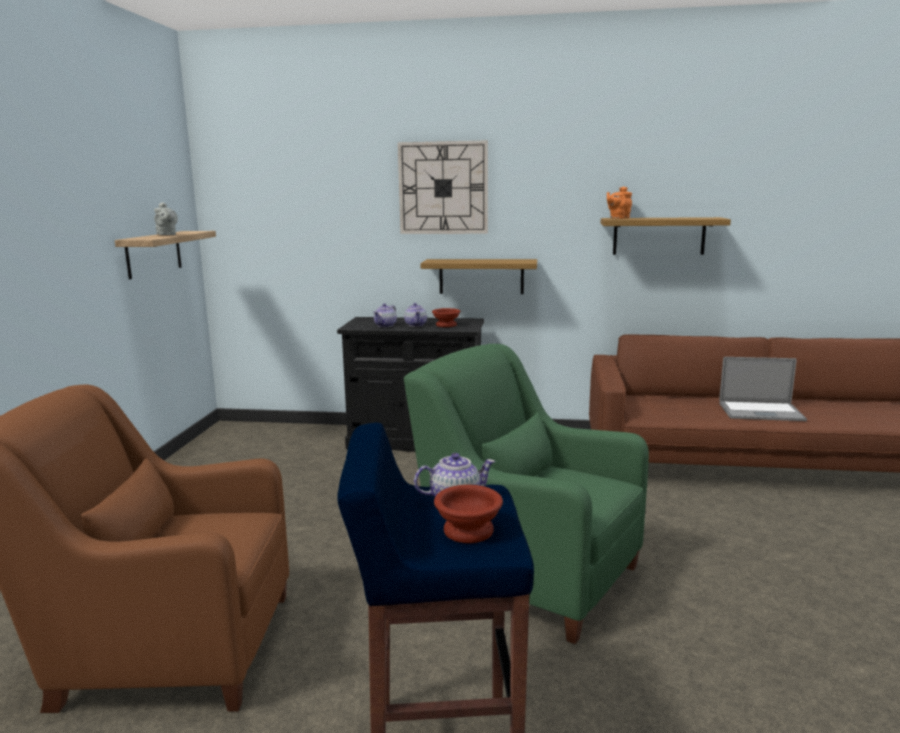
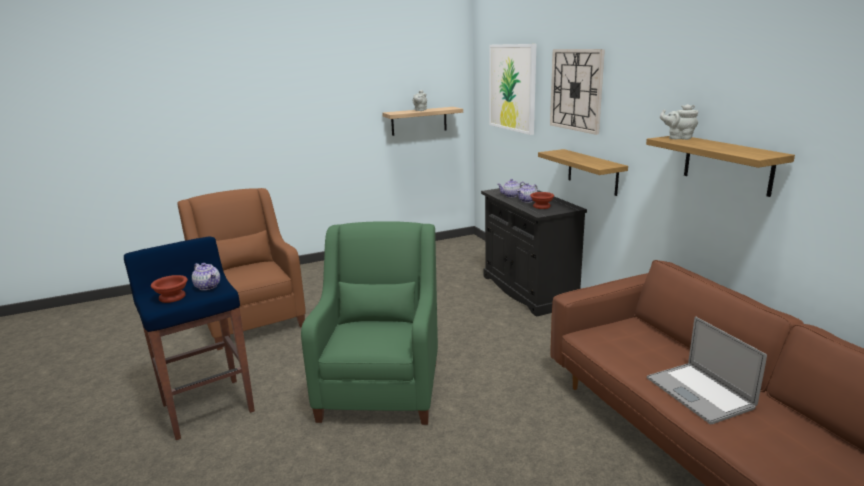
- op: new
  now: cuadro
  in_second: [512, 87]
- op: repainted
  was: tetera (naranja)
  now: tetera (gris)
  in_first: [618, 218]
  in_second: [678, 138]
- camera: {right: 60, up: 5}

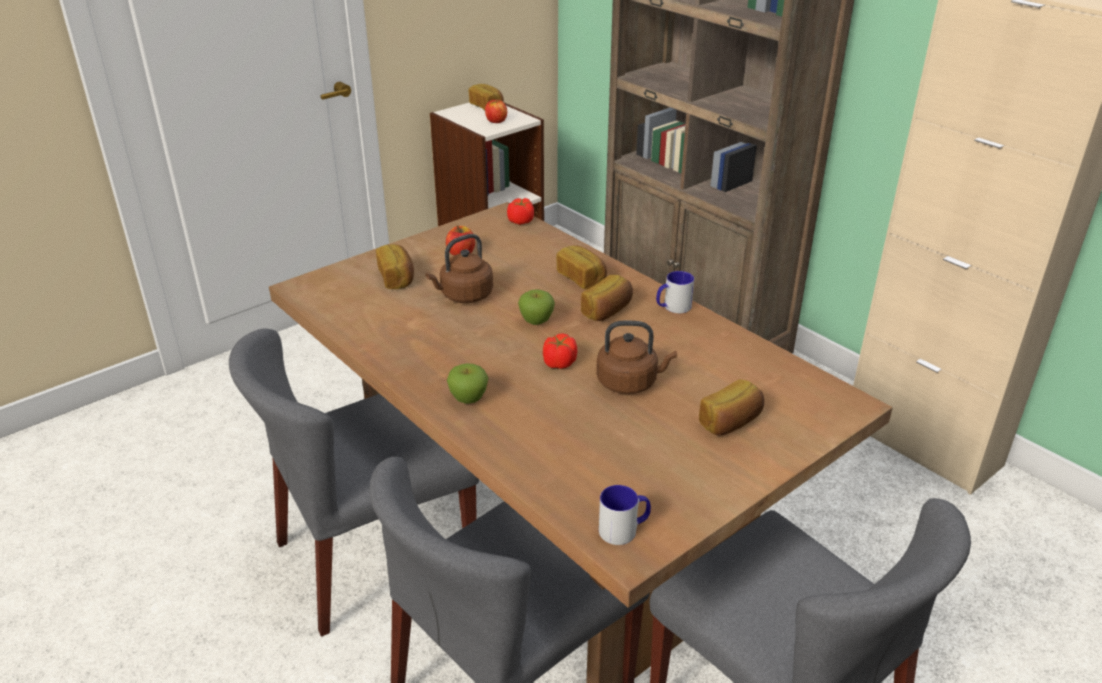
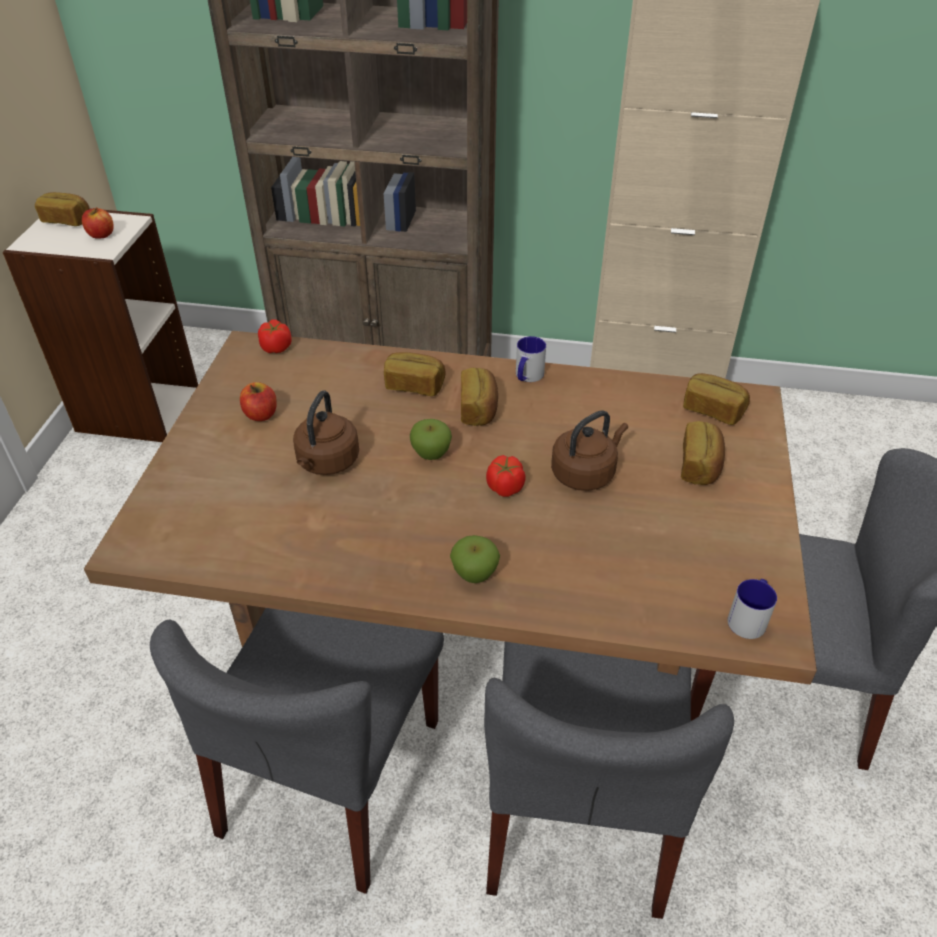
- op: shifted
  was: pan
  in_first: [397, 278]
  in_second: [713, 409]
- camera: {right: -40, up: 10}

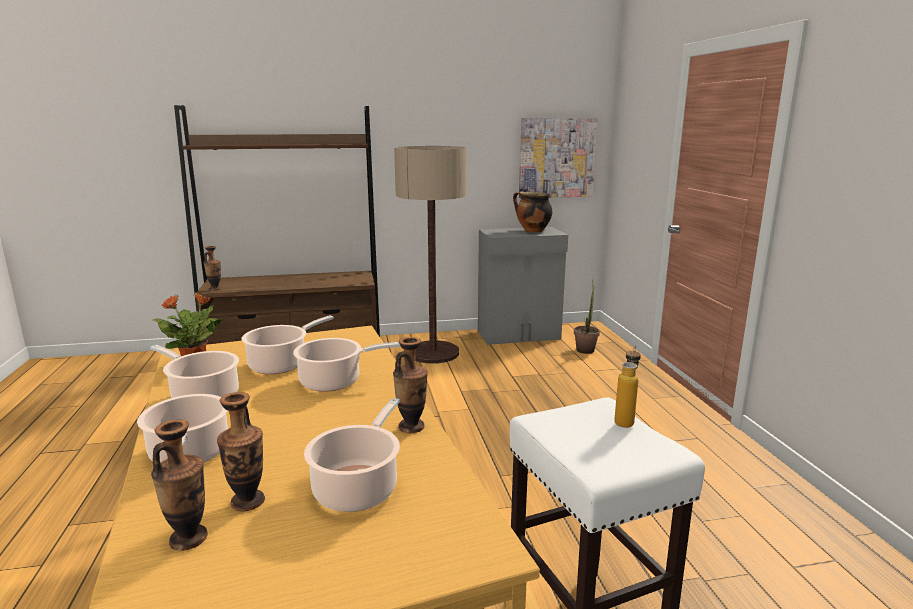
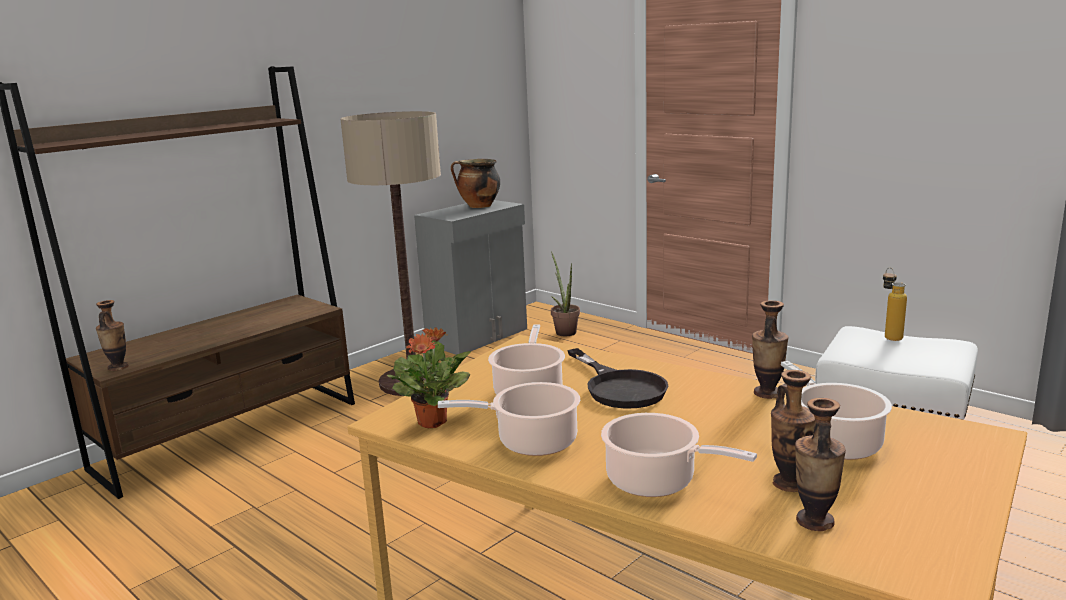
- op: swapped
  was: olla
  now: sartén (negro)
  in_first: [334, 381]
  in_second: [619, 387]
- op: gone
  was: cuadro
  in_first: [557, 158]
- camera: {right: -35, up: 0}

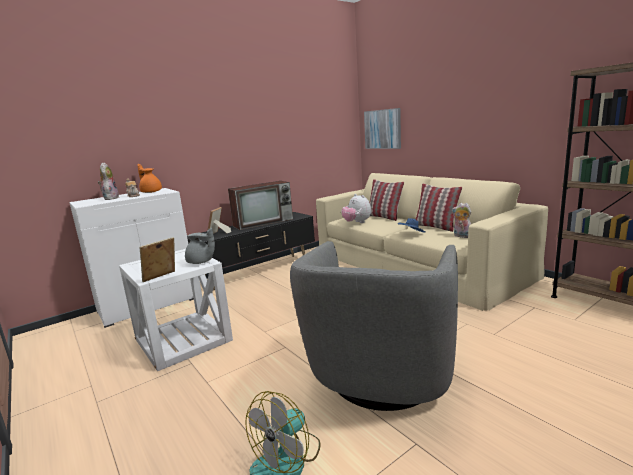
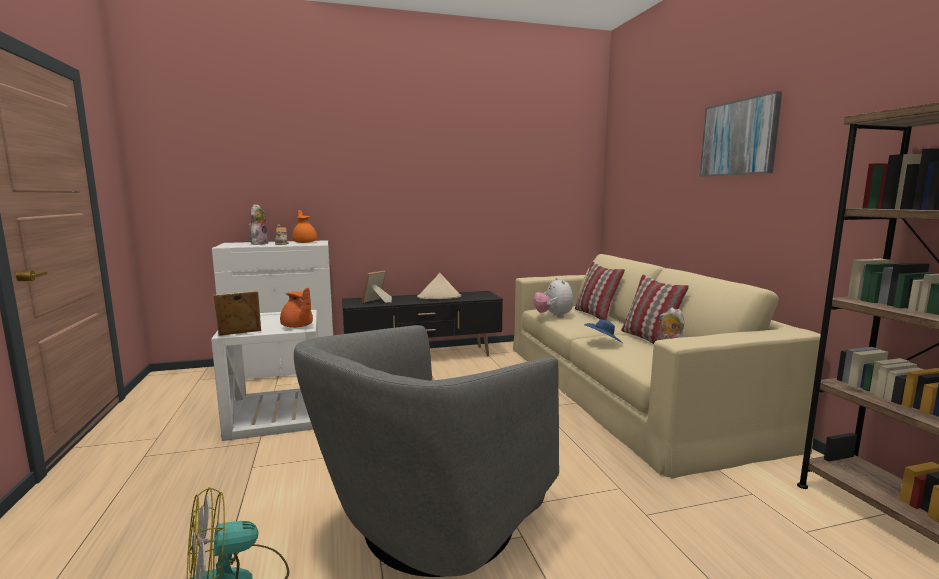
- op: repainted
  was: tetera (gris)
  now: tetera (naranja)
  in_first: [201, 262]
  in_second: [297, 326]
- op: swapped
  was: televisor
  now: sombrero (beis)
  in_first: [264, 222]
  in_second: [439, 297]
- op: shifted
  was: cuadro
  in_first: [382, 129]
  in_second: [739, 138]
- camera: {right: 20, up: -5}

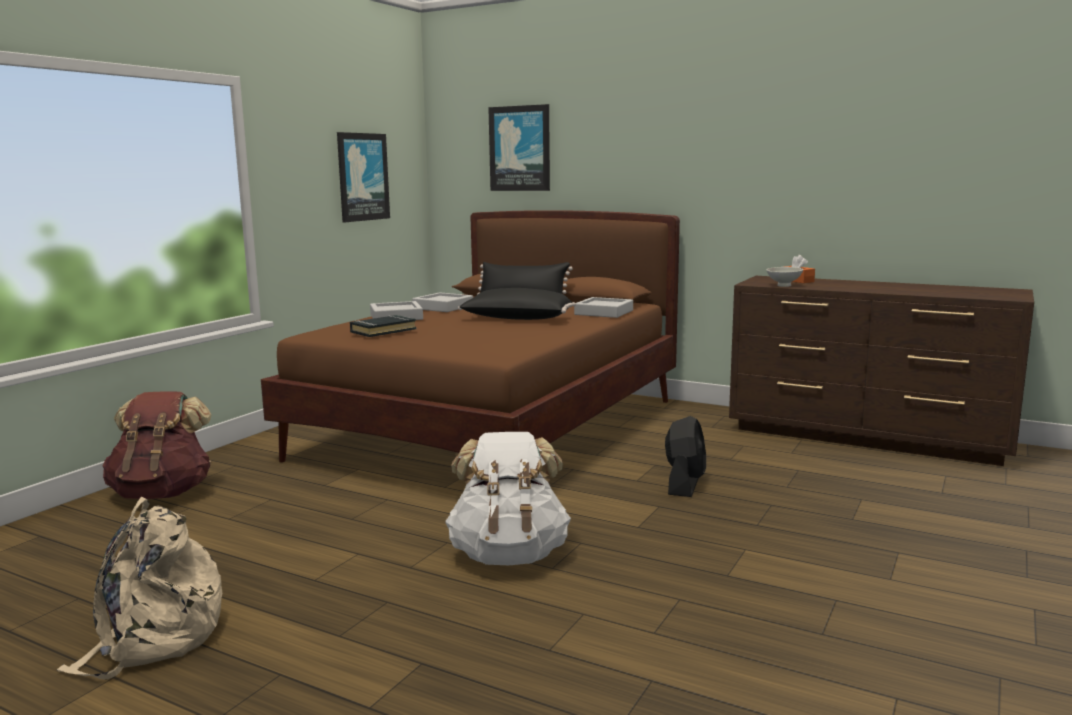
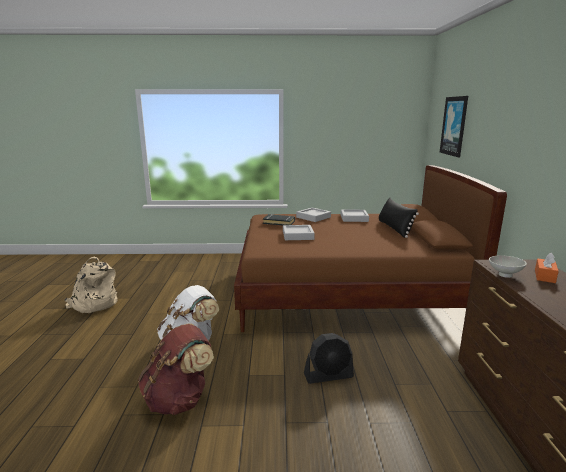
- op: shifted
  was: mochila (marrón)
  in_first: [163, 493]
  in_second: [179, 399]
- op: shifted
  was: bandeja (gris)
  in_first: [604, 312]
  in_second: [298, 235]
- op: gone
  was: cuadro
  in_first: [362, 177]
- op: gone
  was: cojín (negro)
  in_first: [517, 319]
- camera: {right: 60, up: 5}

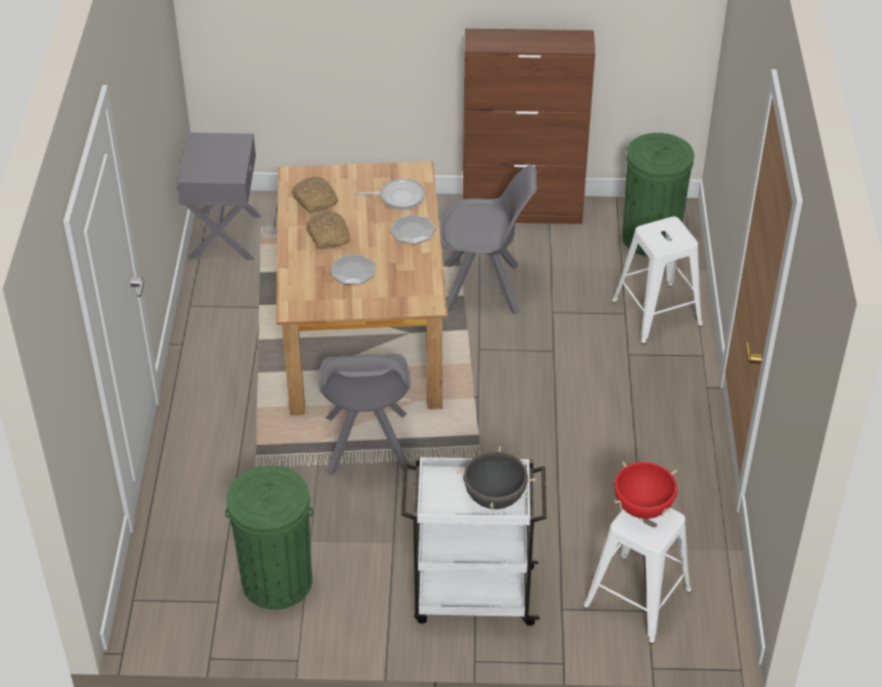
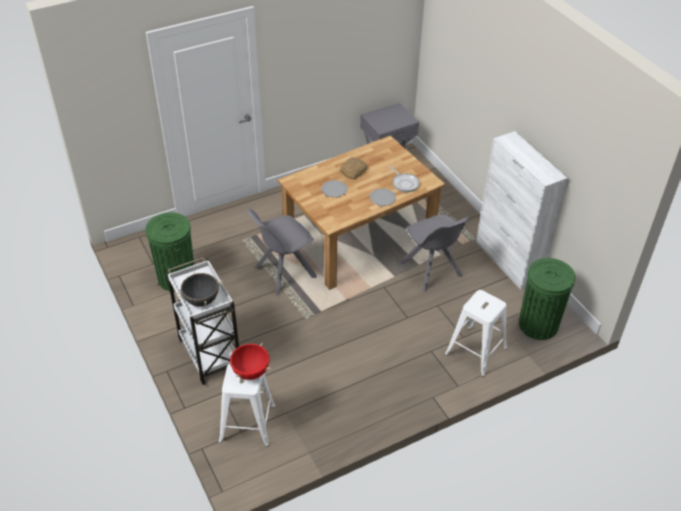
- op: repainted
  was: armario (marrón)
  now: armario (blanco)
  in_first: [522, 211]
  in_second: [508, 261]
- op: gone
  was: pan
  in_first: [315, 200]
- camera: {right: 60, up: 0}

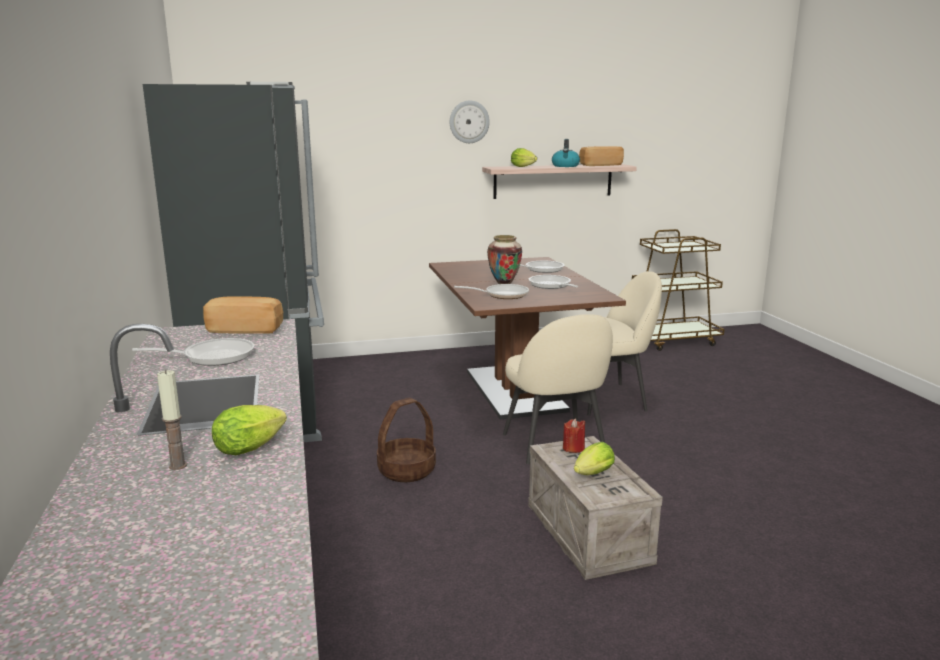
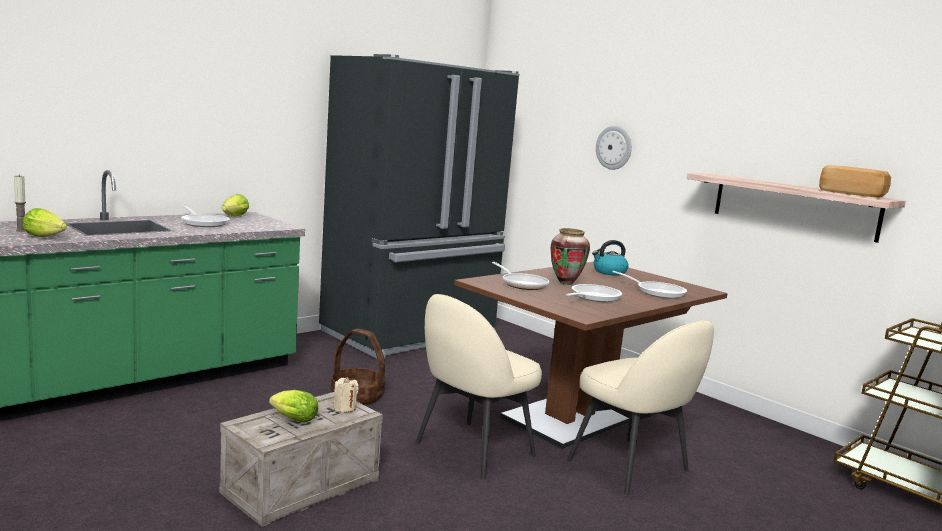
- op: shifted
  was: lechuga
  in_first: [524, 167]
  in_second: [233, 217]
- op: repainted
  was: vela (rojo)
  now: vela (beis)
  in_first: [573, 448]
  in_second: [344, 408]
- op: shifted
  was: hervidor
  in_first: [565, 166]
  in_second: [609, 272]
- op: shifted
  was: reloj de pared
  in_first: [469, 122]
  in_second: [614, 147]
- op: gone
  was: pan
  in_first: [245, 329]
- camera: {right: 60, up: -5}

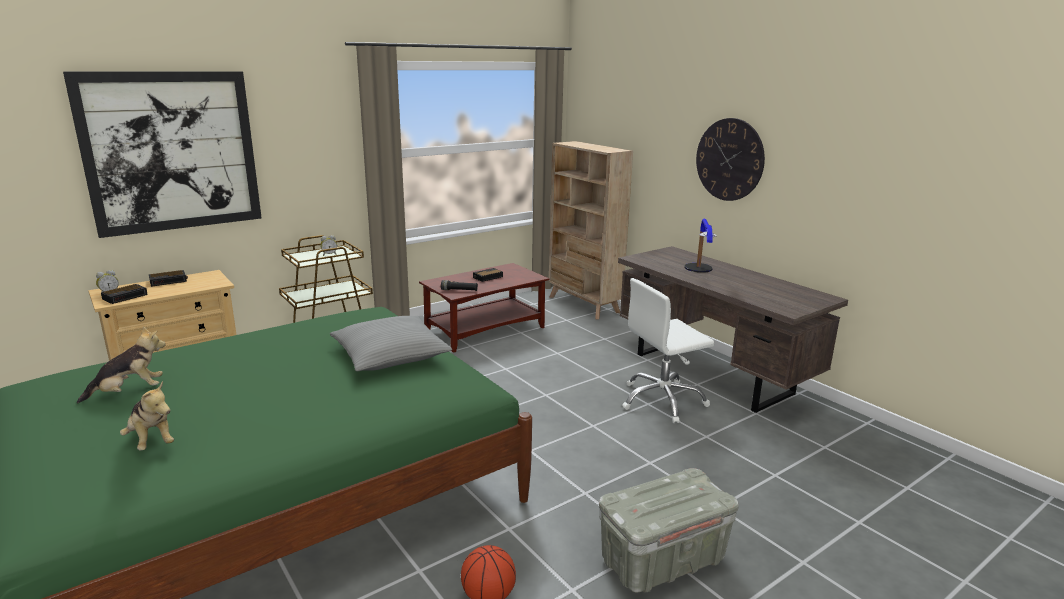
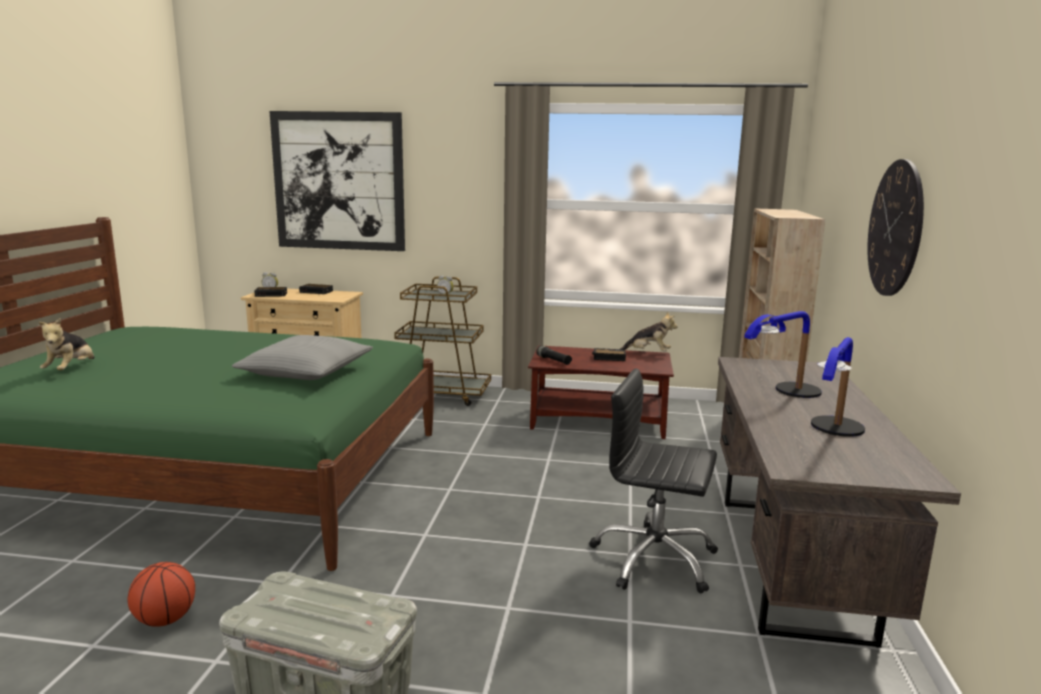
- op: repainted
  was: silla de oficina (blanco)
  now: silla de oficina (negro)
  in_first: [662, 400]
  in_second: [654, 559]
- op: shifted
  was: peluche
  in_first: [129, 392]
  in_second: [648, 353]
- op: new
  now: lámpara de mesa
  in_second: [831, 435]
- camera: {right: 45, up: -5}

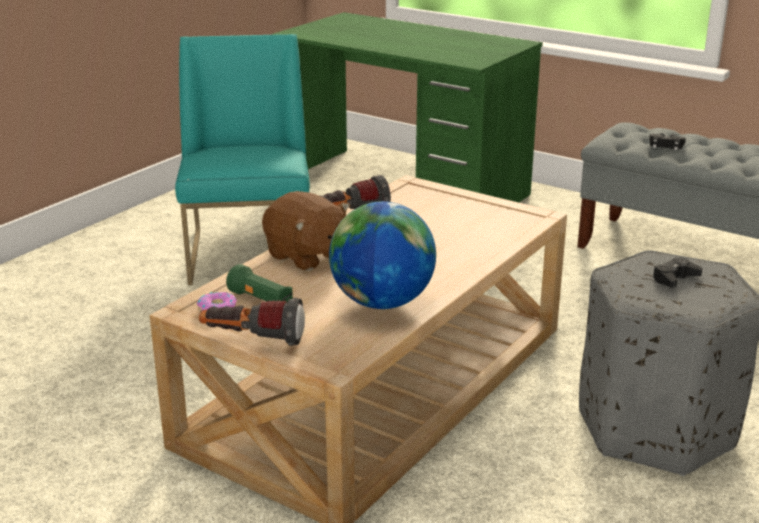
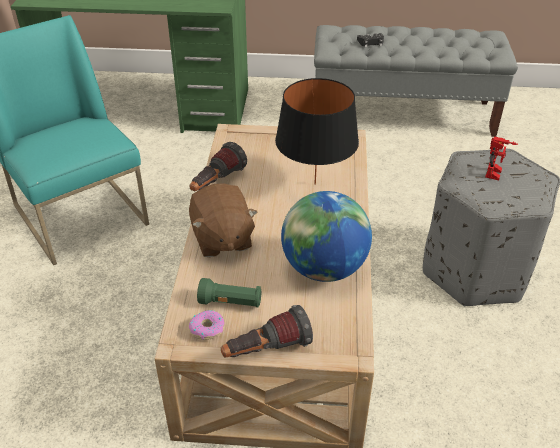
- op: rotated
  was: peluche (marrón)
  in_first: [307, 256]
  in_second: [222, 239]
  clockwise: 60
- op: new
  now: lámpara de mesa (negro)
  in_second: [315, 184]
- op: swapped
  was: mando de consola (negro)
  now: robot de juguete
  in_first: [675, 278]
  in_second: [496, 175]
- camera: {right: -30, up: 15}

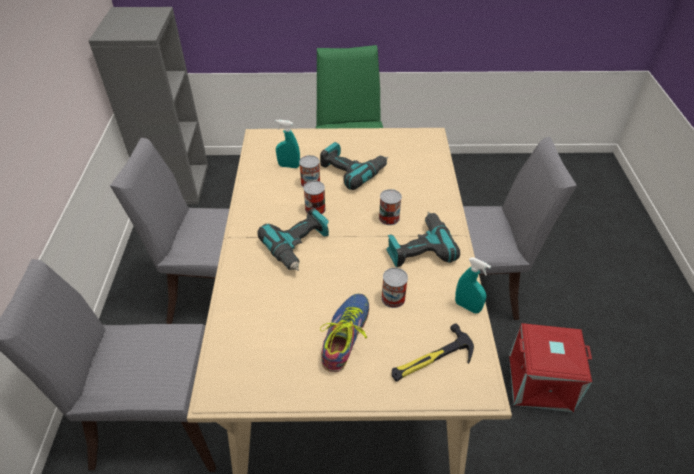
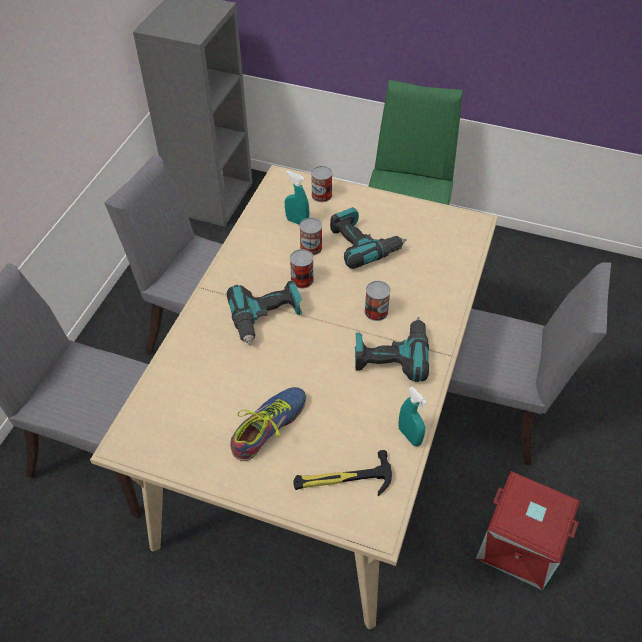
- op: shifted
  was: lata
  in_first: [393, 298]
  in_second: [321, 195]
- camera: {right: 20, up: 5}

